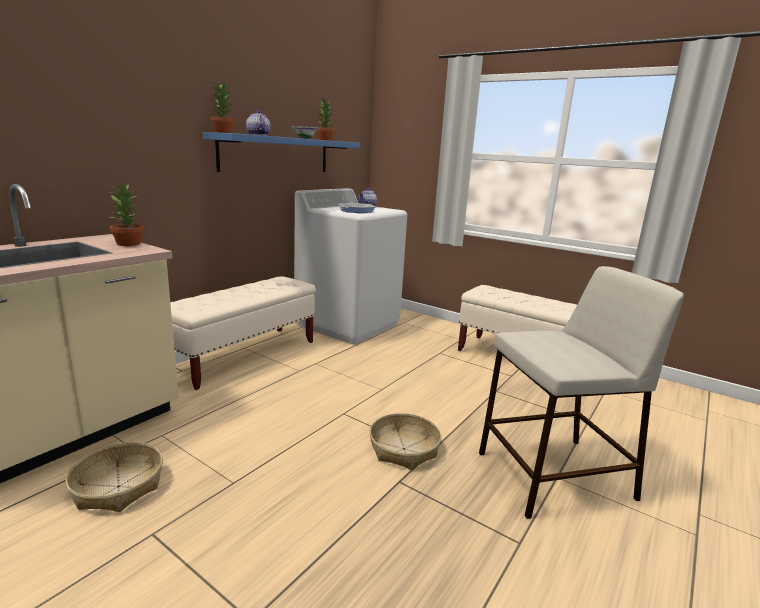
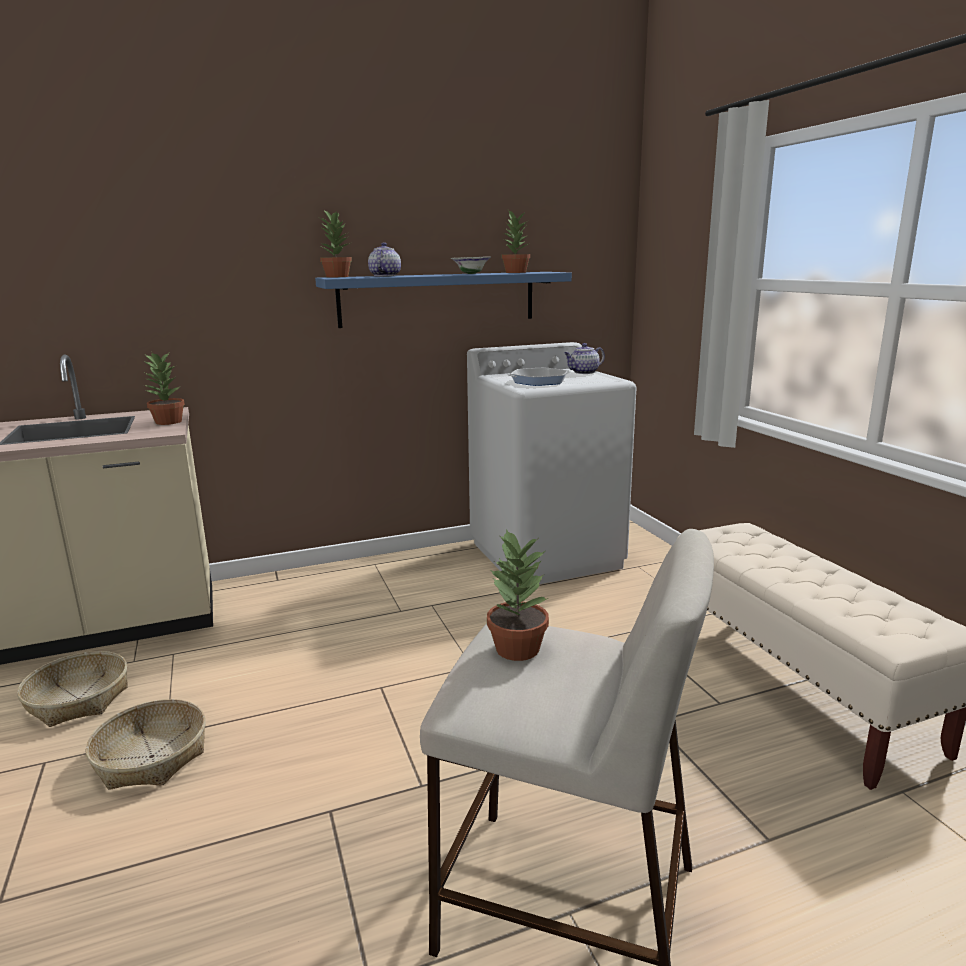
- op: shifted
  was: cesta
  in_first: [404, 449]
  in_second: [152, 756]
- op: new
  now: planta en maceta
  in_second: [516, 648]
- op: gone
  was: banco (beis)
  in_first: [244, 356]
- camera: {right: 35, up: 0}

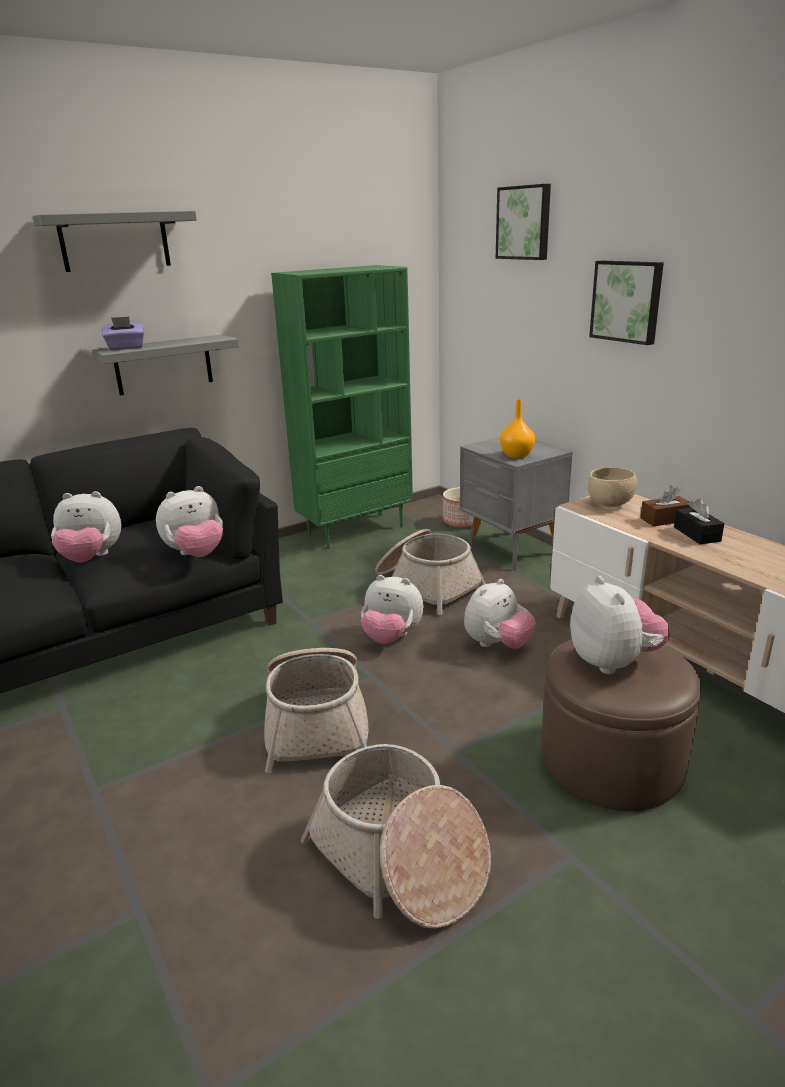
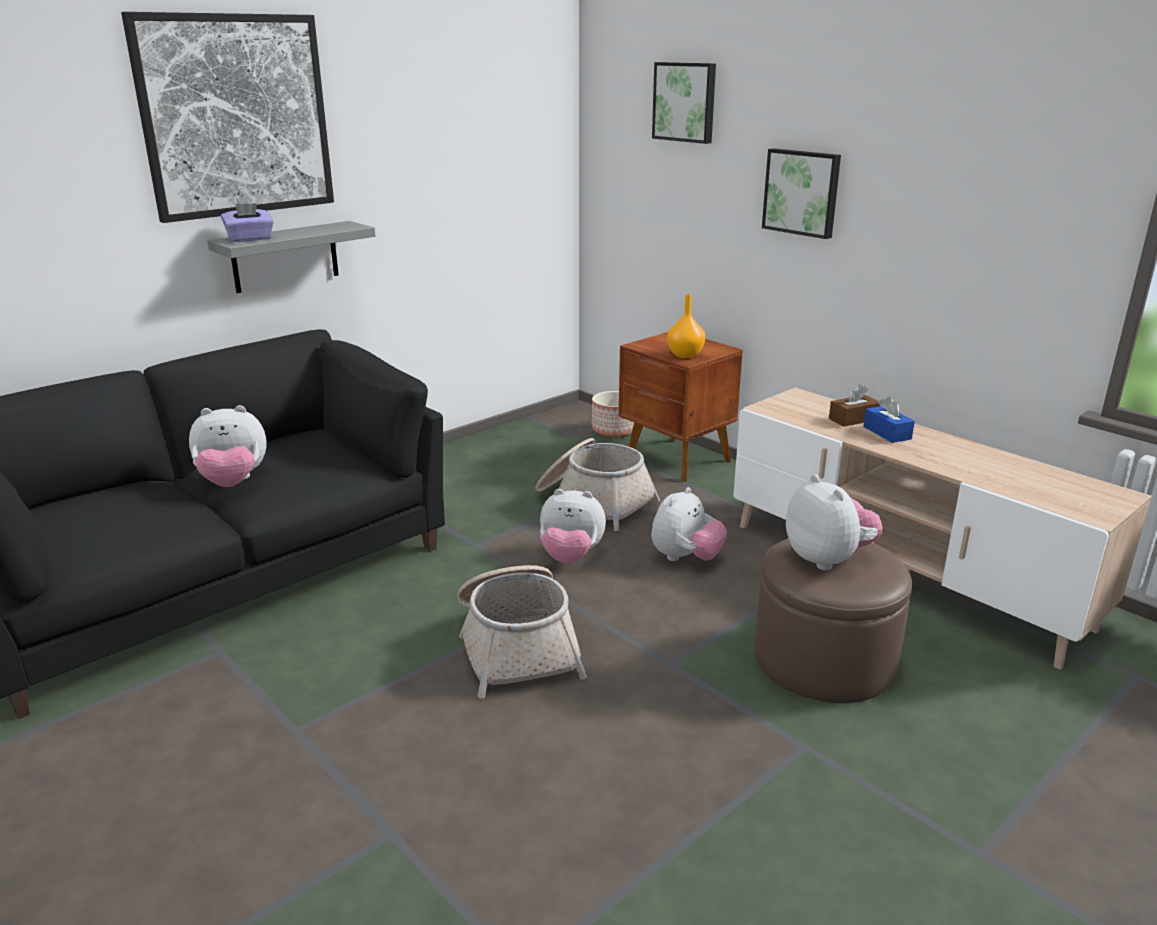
- op: swapped
  was: estante (gris)
  now: cuadro
  in_first: [115, 241]
  in_second: [236, 116]
- op: repainted
  was: mesita de noche (gris)
  now: mesita de noche (marrón)
  in_first: [513, 550]
  in_second: [677, 460]
- op: repainted
  was: caja de pañuelos (negro)
  now: caja de pañuelos (azul)
  in_first: [696, 534]
  in_second: [887, 433]
- op: gone
  was: peluche
  in_first: [196, 554]
- op: gone
  was: estantería (verde)
  in_first: [356, 530]
- op: gone
  was: cesta
  in_first: [399, 858]
- op: gone
  was: cuenco (beis)
  in_first: [609, 504]
- camera: {right: -10, up: 0}

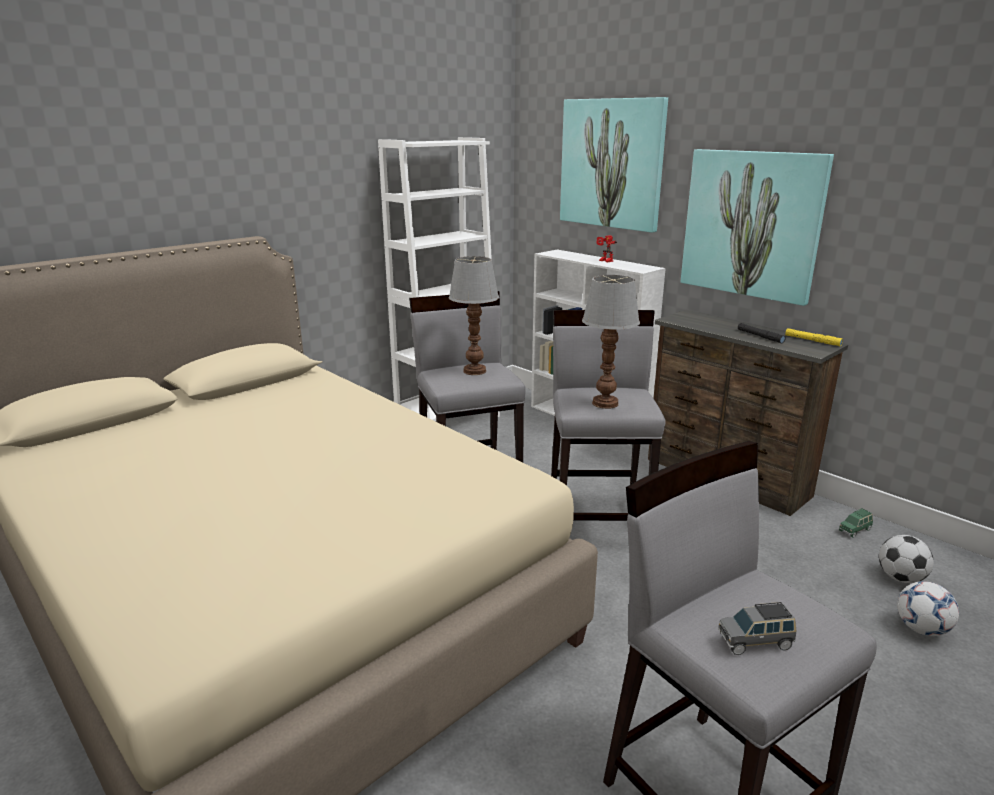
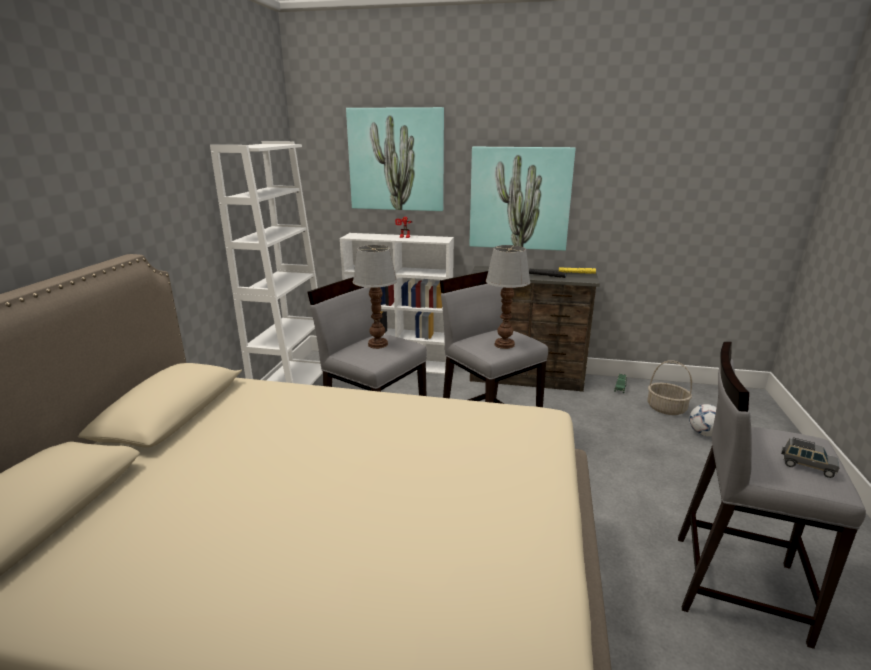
- op: swapped
  was: balón de fútbol
  now: cesta
  in_first: [900, 578]
  in_second: [666, 408]
- op: rotated
  was: coche de juguete (gris)
  in_first: [755, 641]
  in_second: [806, 466]
  clockwise: -105
- camera: {right: -35, up: 0}

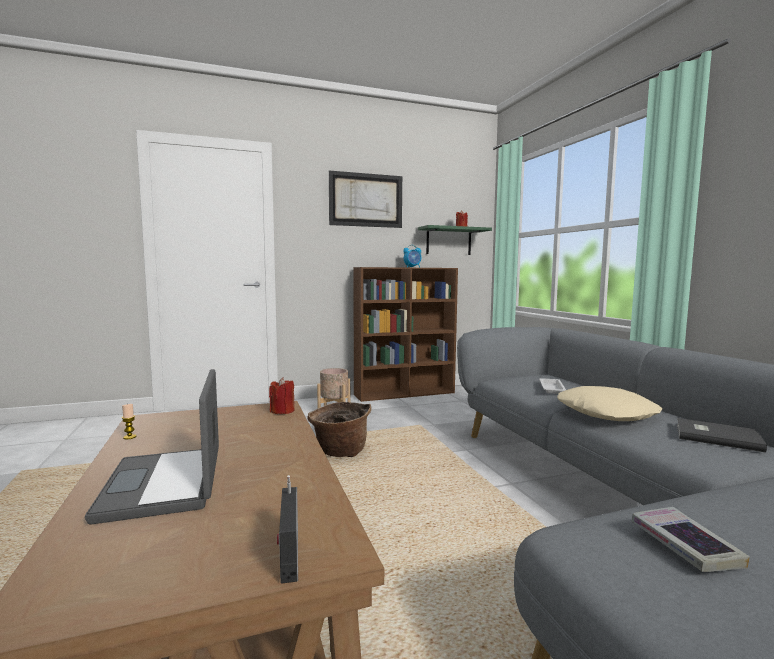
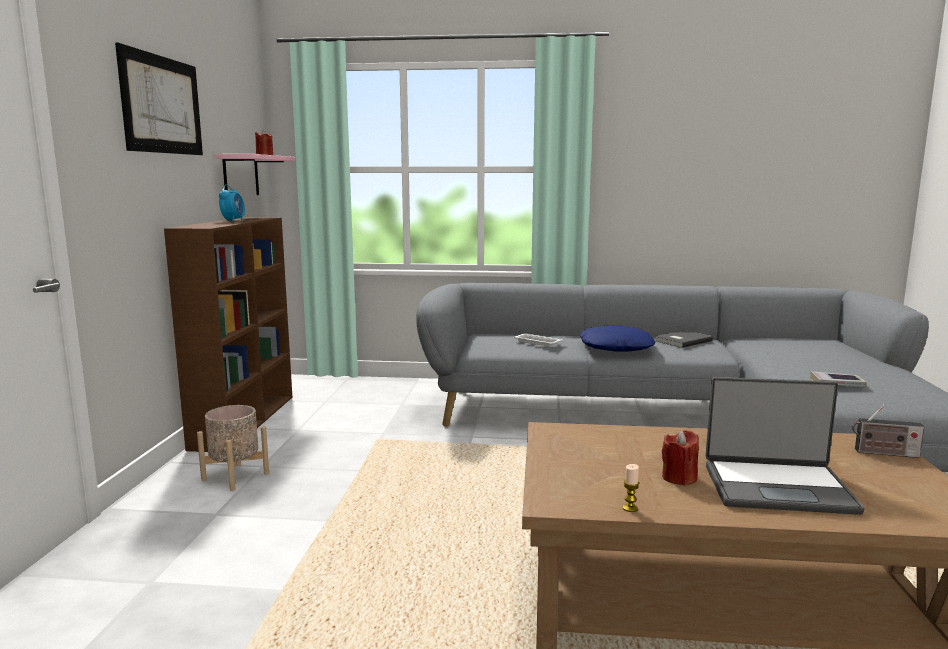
- op: repainted
  was: estante (verde)
  now: estante (rosa)
  in_first: [448, 241]
  in_second: [241, 175]
- op: repainted
  was: cojín (beis)
  now: cojín (azul)
  in_first: [607, 413]
  in_second: [616, 347]
- op: shifted
  was: vela (rojo)
  in_first: [282, 411]
  in_second: [679, 478]
- op: gone
  was: cesta
  in_first: [339, 452]
- camera: {right: -65, up: 5}

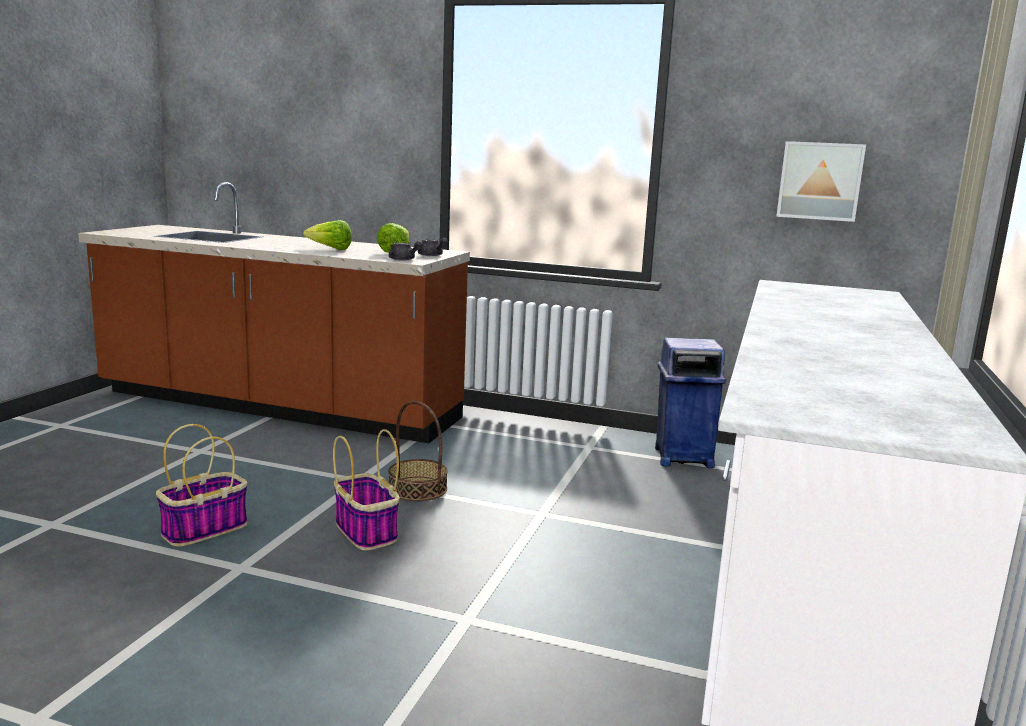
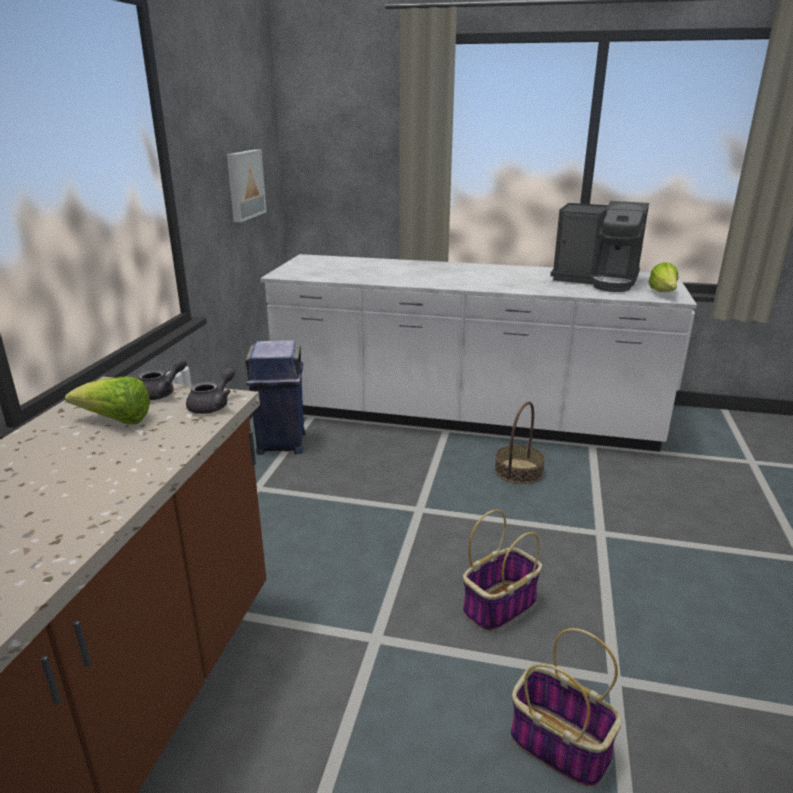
- op: shifted
  was: cesta
  in_first: [417, 489]
  in_second: [518, 471]
- op: new
  now: cafetera
  in_second: [597, 280]
- op: shifted
  was: lechuga
  in_first: [330, 249]
  in_second: [663, 293]
- camera: {right: -95, up: 10}

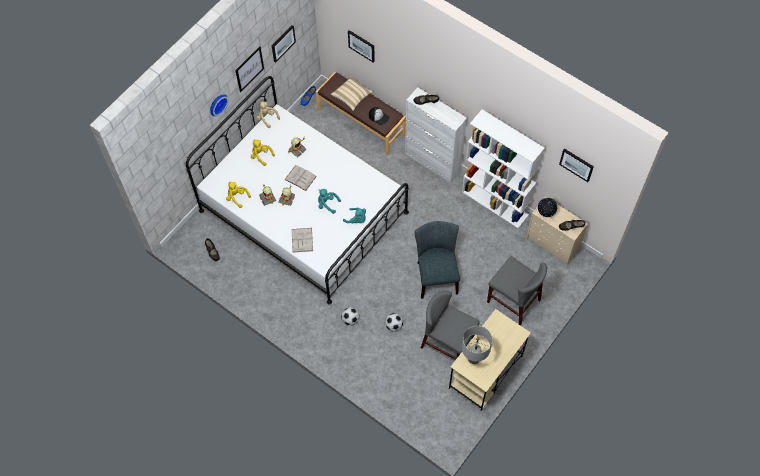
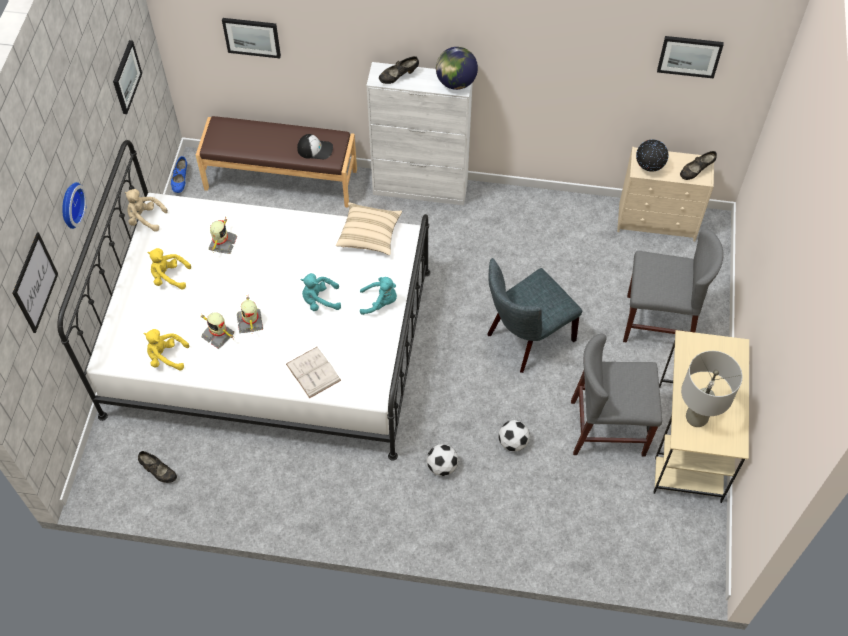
- op: shifted
  was: cuadro
  in_first: [249, 69]
  in_second: [35, 283]
- op: shifted
  was: cojín (beis)
  in_first: [351, 96]
  in_second: [369, 235]
- op: new
  now: globo terráqueo
  in_second: [455, 82]
- op: rotated
  was: silla (gris)
  in_first: [435, 274]
  in_second: [526, 339]
  clockwise: -90
- op: gone
  was: libro (blanco)
  in_first: [300, 178]
- op: gone
  was: estantería (blanco)
  in_first: [495, 203]
- camera: {right: -30, up: -5}

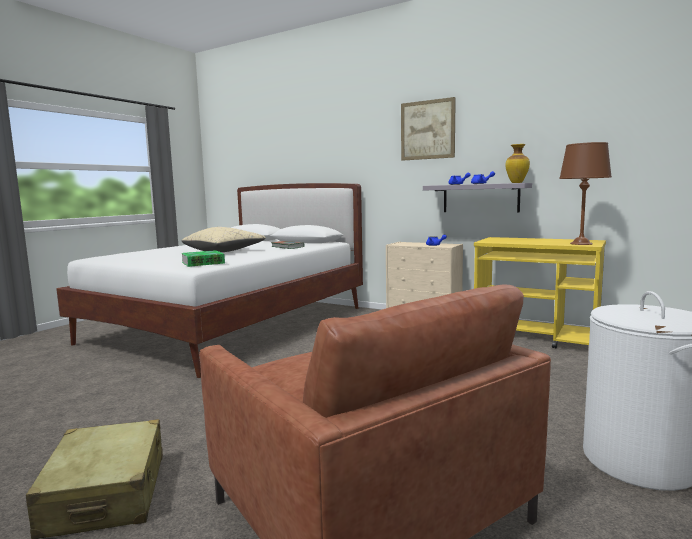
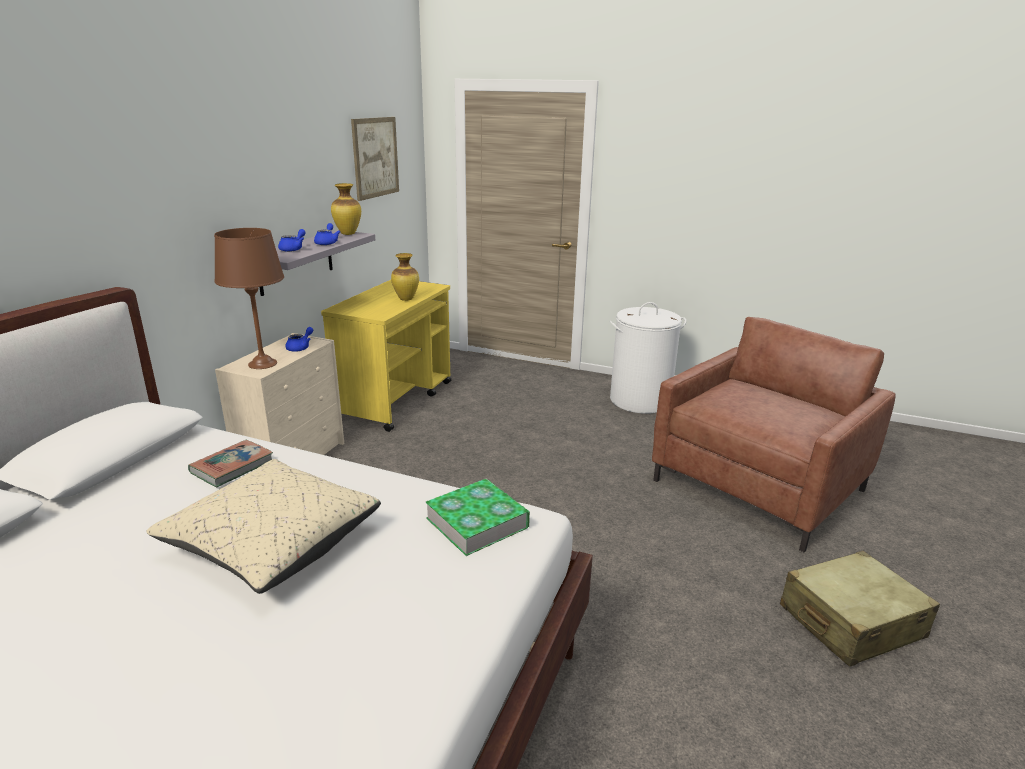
- op: shifted
  was: lámpara de mesa (marrón)
  in_first: [580, 243]
  in_second: [262, 364]
- op: shifted
  was: cuadro
  in_first: [427, 130]
  in_second: [375, 157]
- op: new
  now: florero
  in_second: [406, 299]
- camera: {right: -100, up: 15}

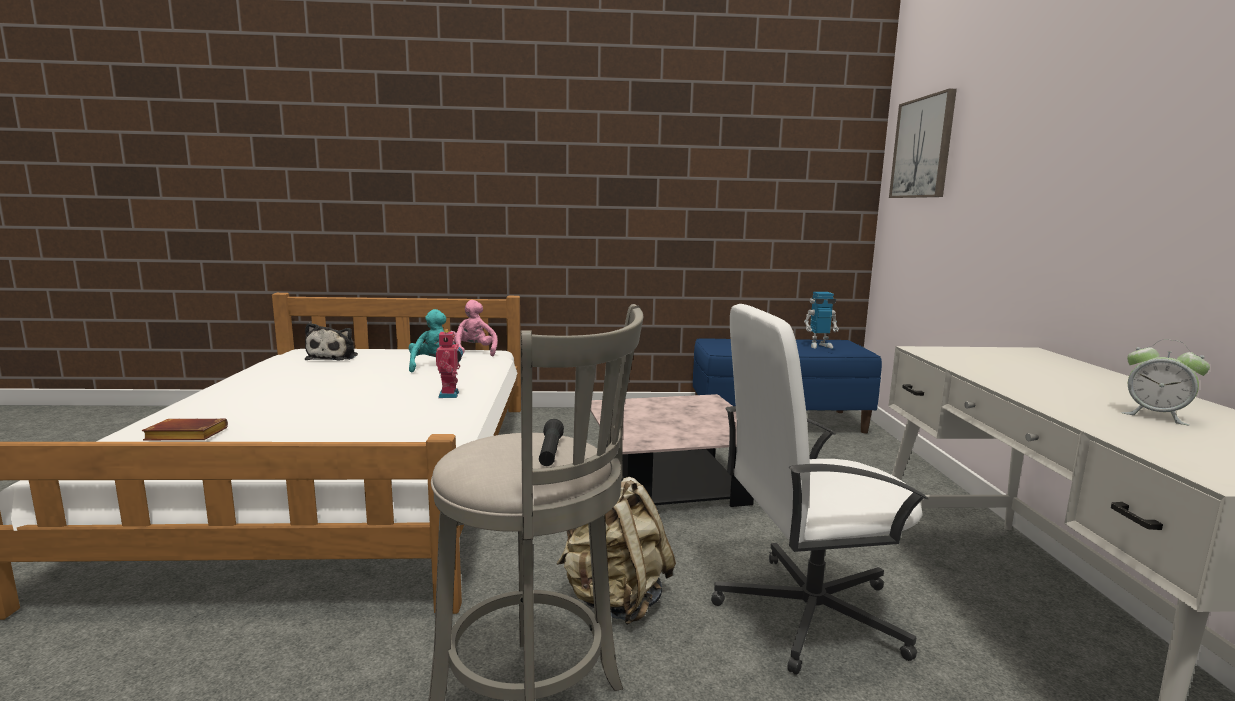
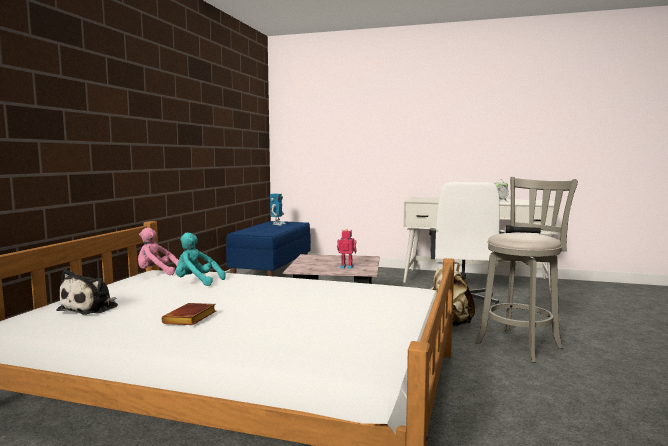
- op: rotated
  was: peluche
  in_first: [334, 357]
  in_second: [91, 308]
  clockwise: 90
- op: shifted
  was: libro (marrón)
  in_first: [184, 436]
  in_second: [190, 319]
- op: shifted
  was: robot de juguete
  in_first: [450, 395]
  in_second: [346, 267]
- op: gone
  was: cuadro
  in_first: [923, 148]
- camera: {right: -70, up: -5}

